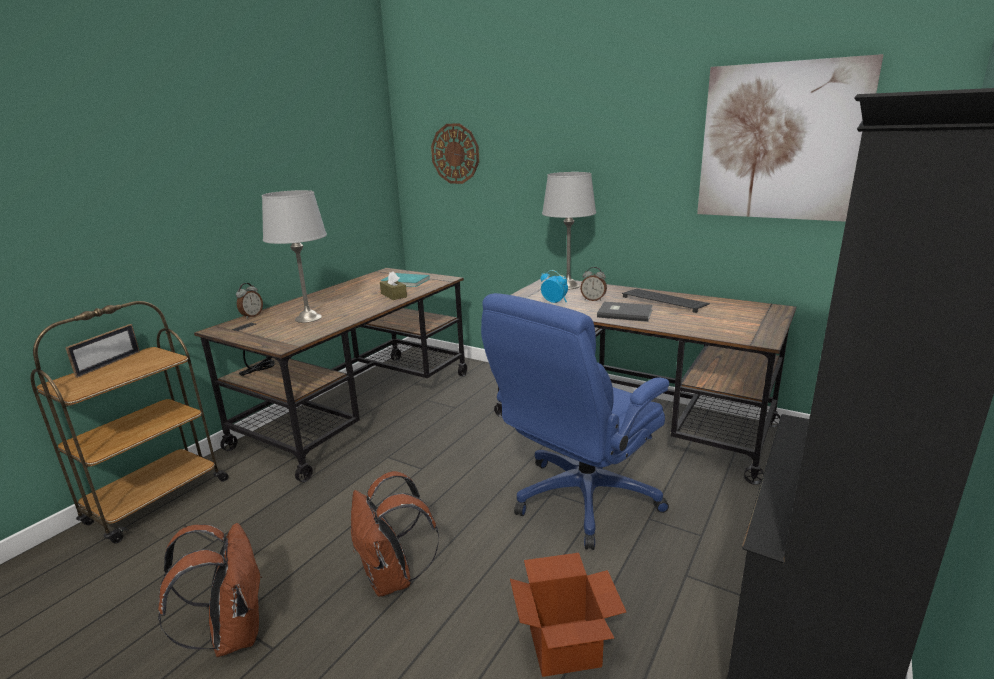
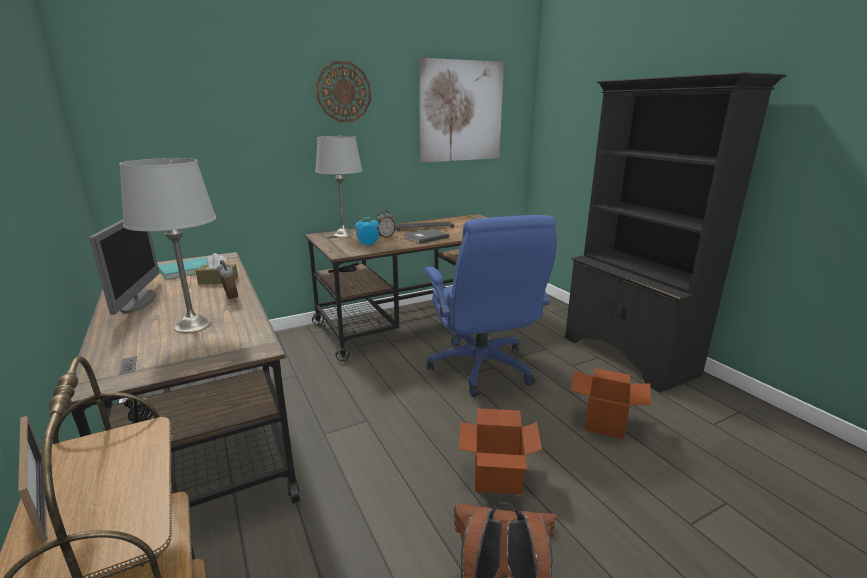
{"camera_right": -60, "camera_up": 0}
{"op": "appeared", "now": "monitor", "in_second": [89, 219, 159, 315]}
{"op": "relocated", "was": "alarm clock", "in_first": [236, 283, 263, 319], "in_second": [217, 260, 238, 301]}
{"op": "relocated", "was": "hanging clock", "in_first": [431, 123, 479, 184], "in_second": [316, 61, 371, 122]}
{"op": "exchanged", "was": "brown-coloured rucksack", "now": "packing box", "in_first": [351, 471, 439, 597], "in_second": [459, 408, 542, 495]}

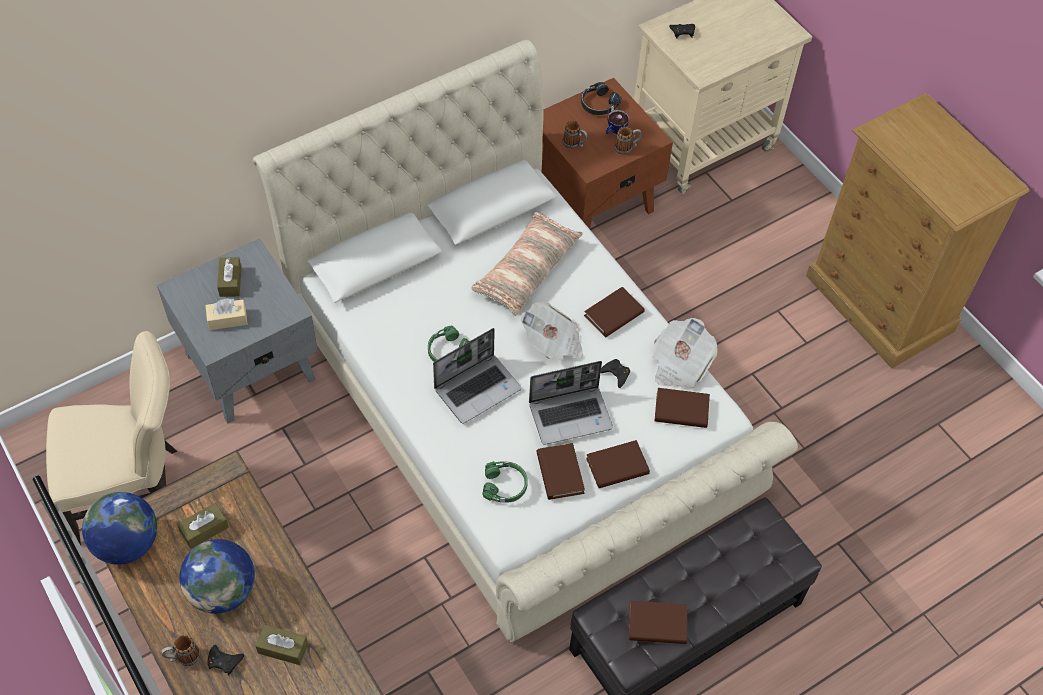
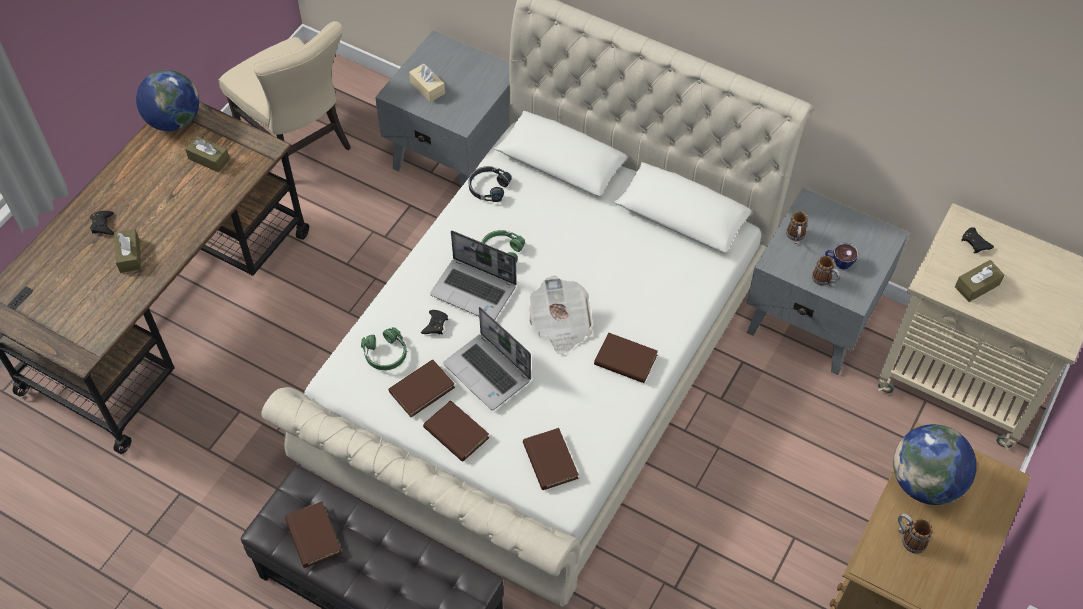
{"camera_right": 65, "camera_up": 0}
{"op": "relocated", "was": "blackish joypad", "in_first": [601, 359, 630, 388], "in_second": [421, 310, 448, 334]}
{"op": "relocated", "was": "blackish pair of headphones", "in_first": [581, 82, 622, 115], "in_second": [468, 166, 512, 202]}
{"op": "colour", "was": "brown-coloured night table", "now": "greyish night table", "in_first": [542, 78, 673, 229], "in_second": [746, 188, 908, 375]}
{"op": "relocated", "was": "globe", "in_first": [180, 539, 255, 614], "in_second": [893, 424, 977, 505]}
{"op": "relocated", "was": "coffee mug", "in_first": [161, 635, 200, 666], "in_second": [898, 513, 933, 554]}
{"op": "relocated", "was": "brown-coloured tissue holder", "in_first": [217, 257, 241, 297], "in_second": [955, 260, 1005, 302]}
{"op": "missing", "was": "pillow", "in_first": [472, 212, 583, 316]}
{"op": "missing", "was": "daily paper", "in_first": [653, 318, 718, 388]}

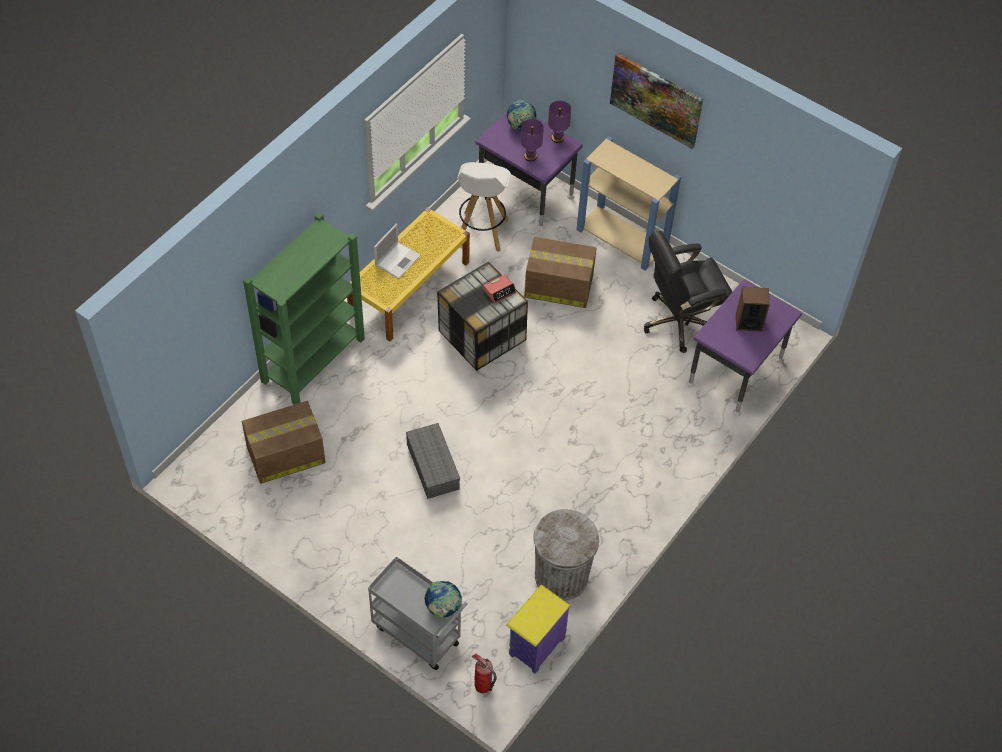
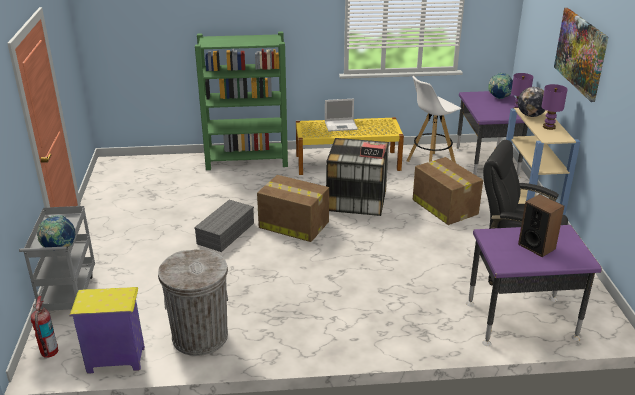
{"camera_right": 50, "camera_up": -25}
{"op": "relocated", "was": "packing box", "in_first": [242, 401, 326, 484], "in_second": [257, 175, 329, 242]}
{"op": "appeared", "now": "globe", "in_second": [518, 87, 546, 117]}
{"op": "relocated", "was": "purplish table lamp", "in_first": [520, 119, 544, 162], "in_second": [541, 84, 568, 130]}

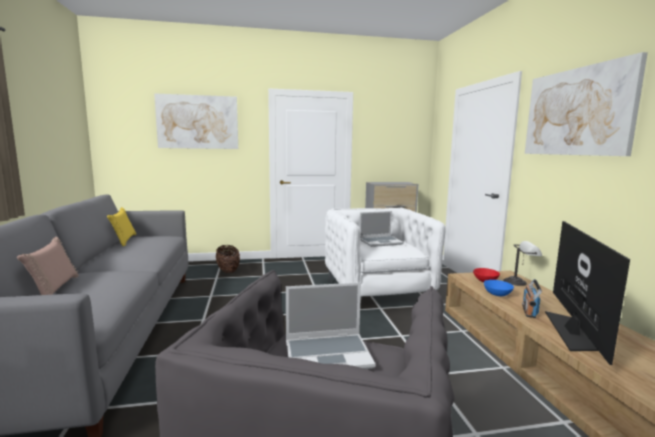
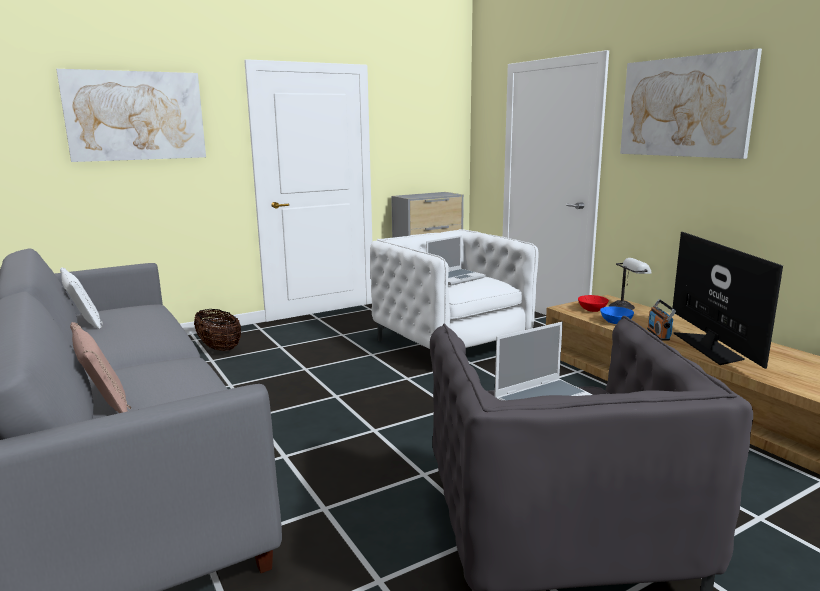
{"camera_right": -20, "camera_up": 5}
{"op": "colour", "was": "yellow pillow", "now": "white pillow", "in_first": [107, 207, 136, 246], "in_second": [60, 267, 103, 329]}

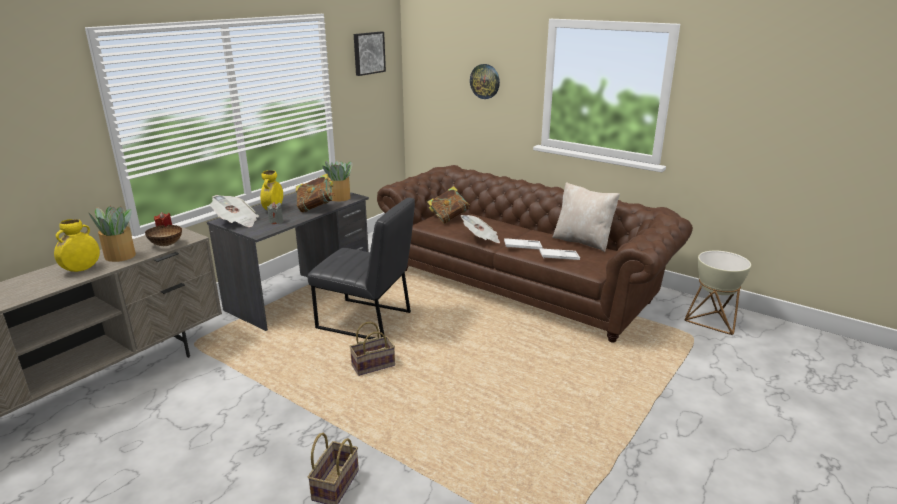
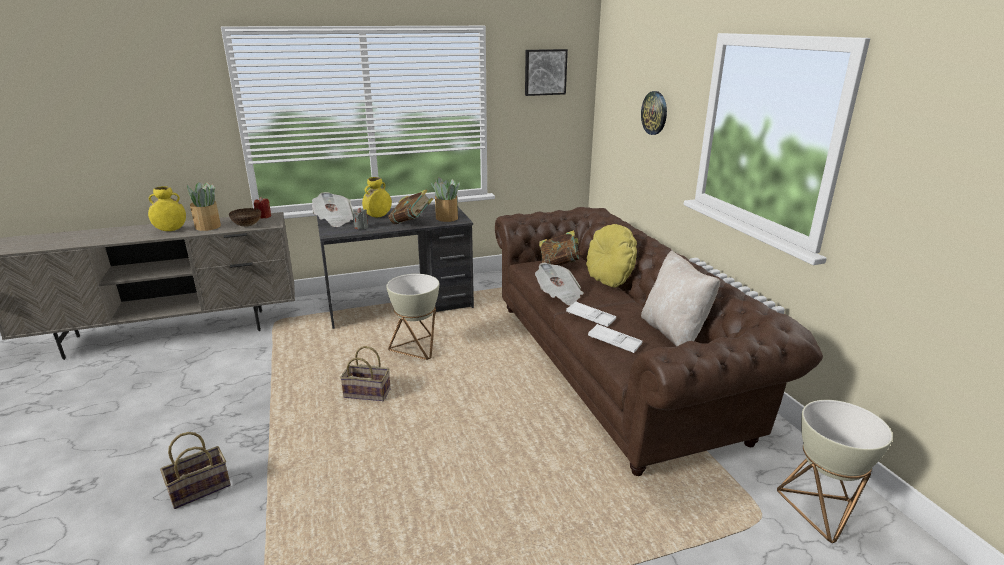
{"camera_right": 35, "camera_up": 0}
{"op": "exchanged", "was": "greyish upright chair", "now": "flower pot", "in_first": [308, 198, 415, 339], "in_second": [386, 274, 439, 360]}
{"op": "appeared", "now": "yellow pillow", "in_second": [586, 224, 637, 288]}

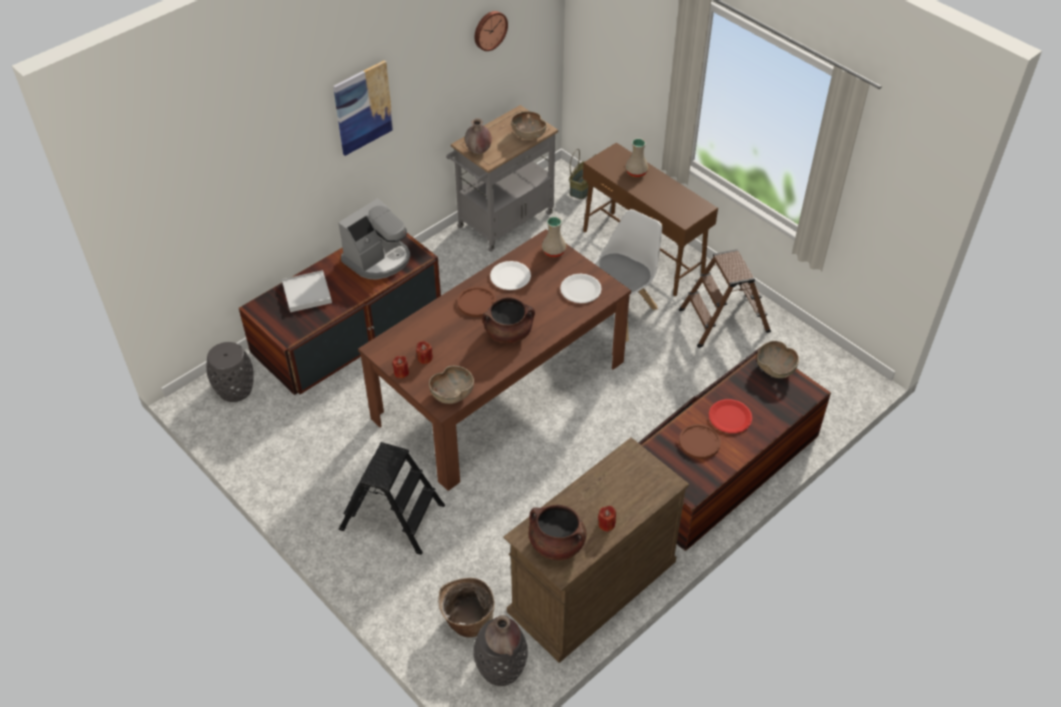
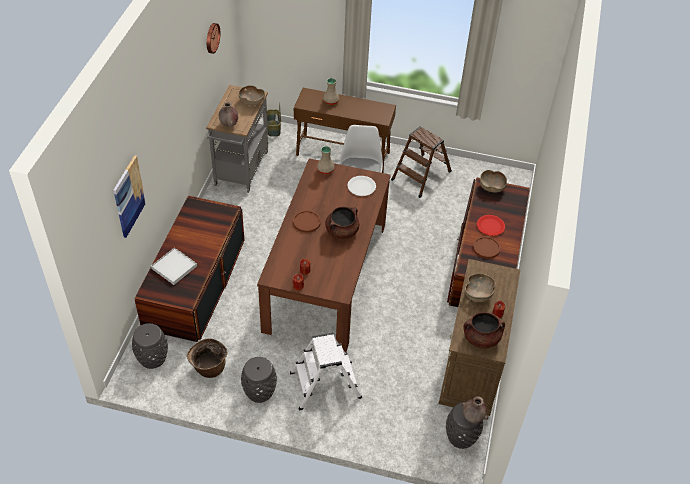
{"camera_right": -35, "camera_up": 0}
{"op": "relocated", "was": "wall art", "in_first": [333, 60, 394, 156], "in_second": [113, 155, 146, 238]}
{"op": "relocated", "was": "storage basket", "in_first": [438, 578, 495, 638], "in_second": [187, 338, 228, 378]}
{"op": "appeared", "now": "greyish stool seat", "in_second": [241, 357, 277, 403]}
{"op": "colour", "was": "blackish step ladder", "now": "white step ladder", "in_first": [339, 442, 445, 555], "in_second": [290, 333, 362, 410]}
{"op": "relocated", "was": "brown-coloured serving bowl", "in_first": [429, 366, 474, 404], "in_second": [465, 273, 495, 302]}
{"op": "missing", "was": "coffee machine", "in_first": [338, 198, 411, 280]}
{"op": "missing", "was": "white flat dish", "in_first": [490, 261, 531, 290]}

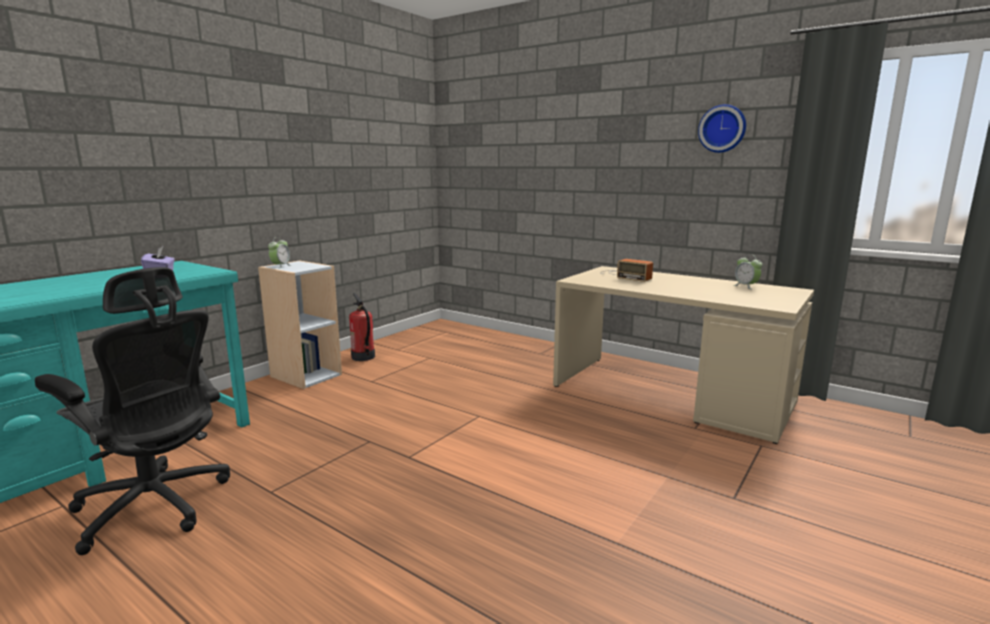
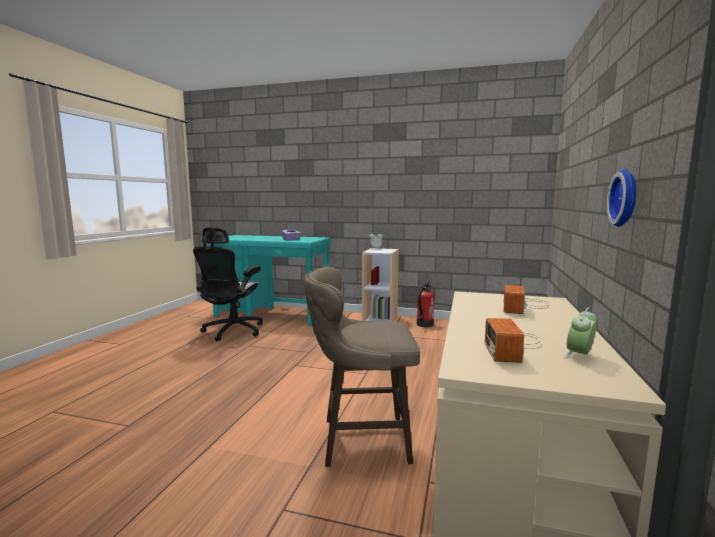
{"camera_right": 70, "camera_up": -5}
{"op": "appeared", "now": "sand-coloured stool seat", "in_second": [304, 266, 420, 467]}
{"op": "appeared", "now": "radio set", "in_second": [485, 318, 542, 363]}
{"op": "relocated", "was": "hanging clock", "in_first": [698, 104, 746, 153], "in_second": [607, 169, 636, 227]}

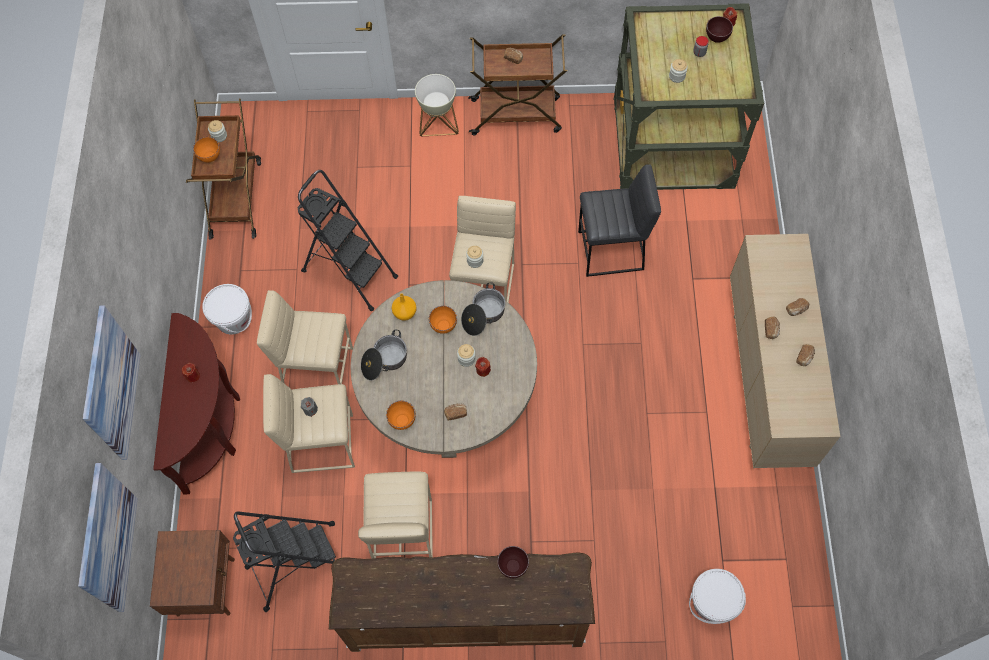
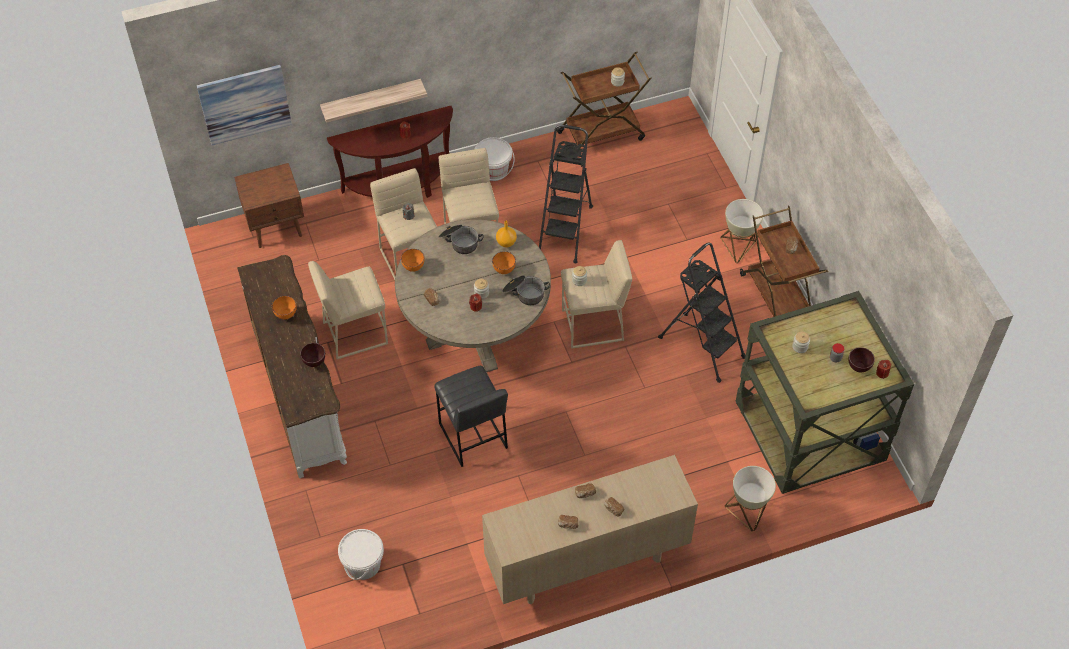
{"camera_right": 70, "camera_up": -10}
{"op": "relocated", "was": "orange-coloured serving bowl", "in_first": [193, 137, 220, 162], "in_second": [272, 296, 297, 319]}
{"op": "appeared", "now": "bracket shelf", "in_second": [320, 79, 427, 123]}
{"op": "relocated", "was": "greyish stool seat", "in_first": [578, 164, 661, 277], "in_second": [434, 366, 508, 467]}
{"op": "relocated", "was": "step ladder", "in_first": [233, 511, 336, 612], "in_second": [658, 243, 746, 383]}
{"op": "appeared", "now": "flower pot", "in_second": [725, 466, 776, 531]}
{"op": "missing", "was": "wall art", "in_first": [83, 306, 140, 460]}

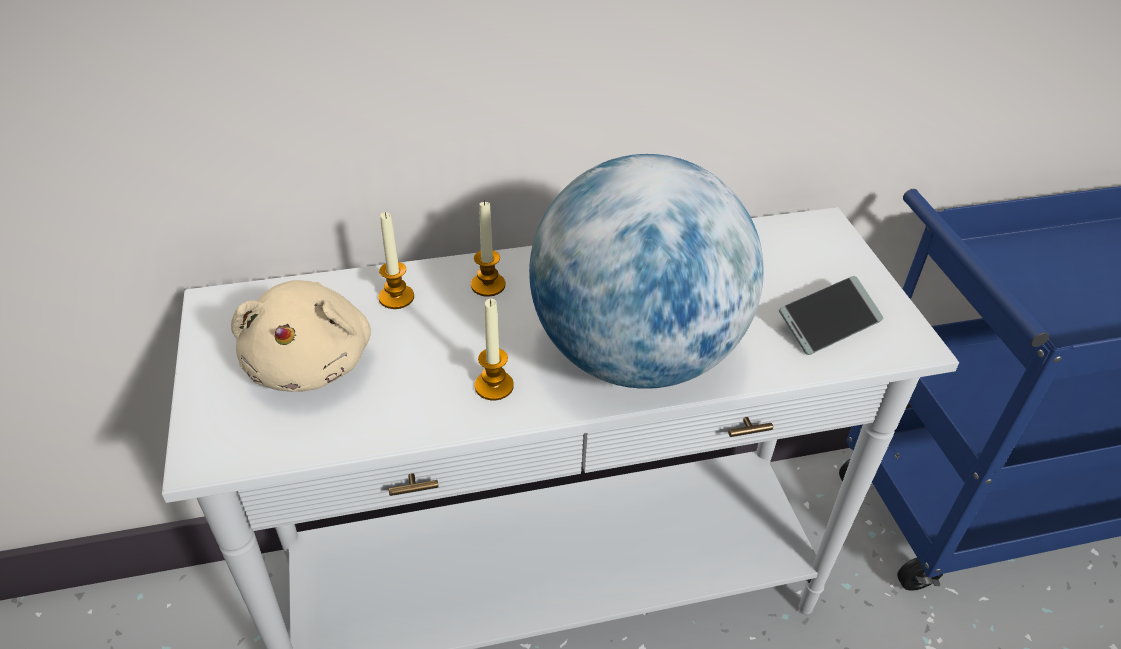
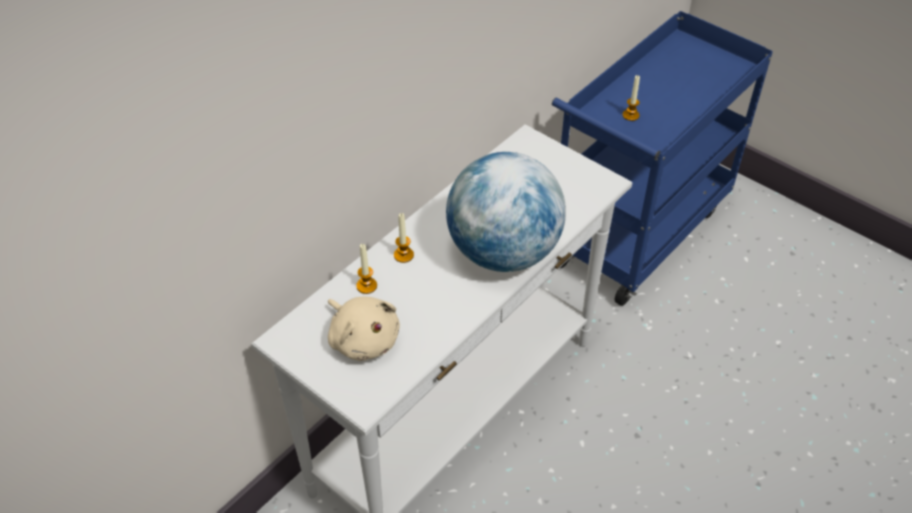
{"camera_right": -35, "camera_up": 5}
{"op": "relocated", "was": "wax candle", "in_first": [475, 298, 514, 400], "in_second": [623, 75, 640, 121]}
{"op": "missing", "was": "handset", "in_first": [779, 276, 883, 355]}

